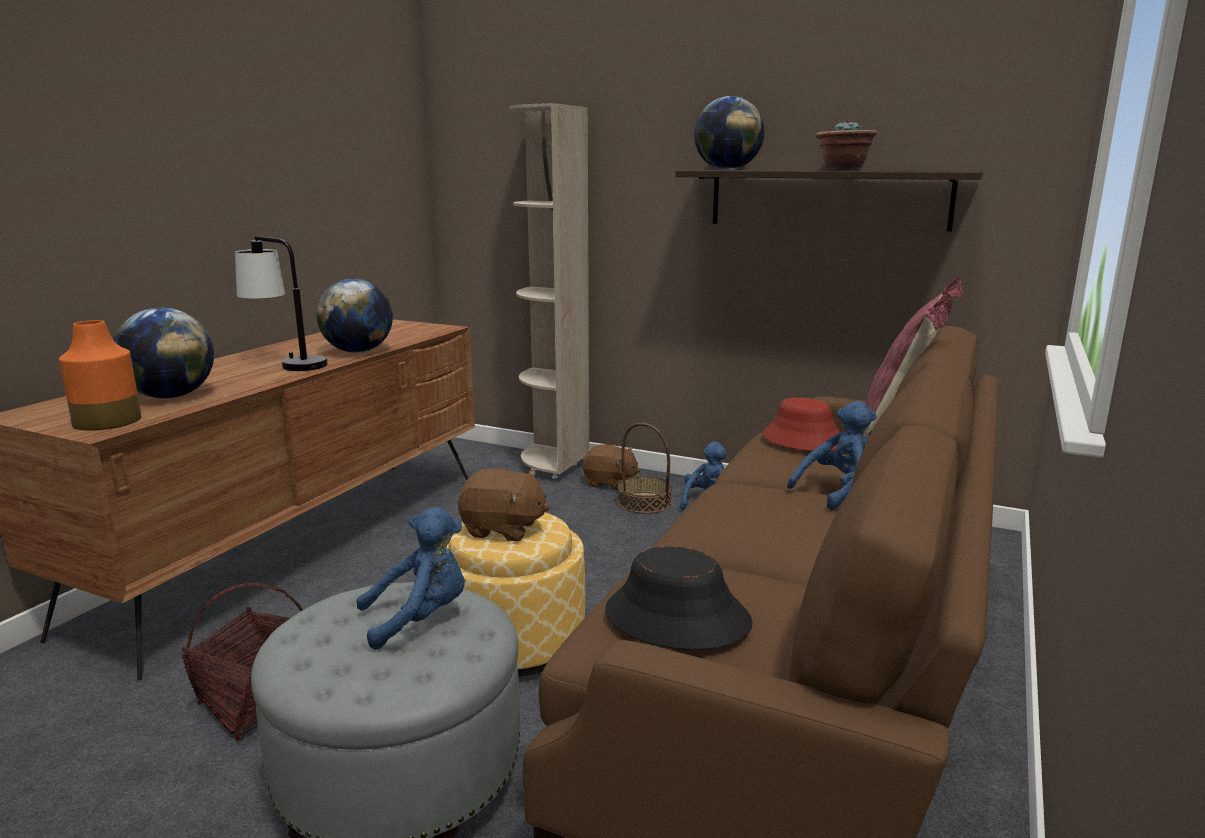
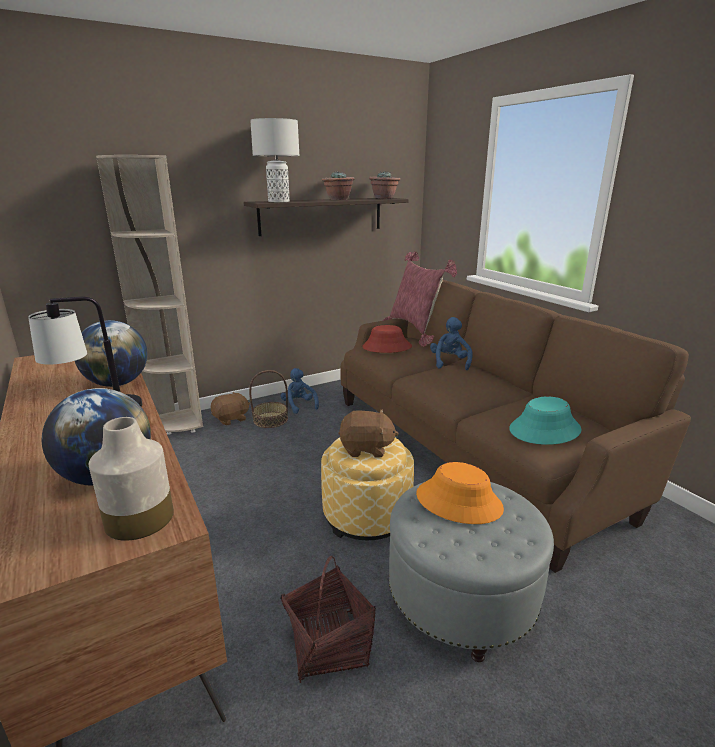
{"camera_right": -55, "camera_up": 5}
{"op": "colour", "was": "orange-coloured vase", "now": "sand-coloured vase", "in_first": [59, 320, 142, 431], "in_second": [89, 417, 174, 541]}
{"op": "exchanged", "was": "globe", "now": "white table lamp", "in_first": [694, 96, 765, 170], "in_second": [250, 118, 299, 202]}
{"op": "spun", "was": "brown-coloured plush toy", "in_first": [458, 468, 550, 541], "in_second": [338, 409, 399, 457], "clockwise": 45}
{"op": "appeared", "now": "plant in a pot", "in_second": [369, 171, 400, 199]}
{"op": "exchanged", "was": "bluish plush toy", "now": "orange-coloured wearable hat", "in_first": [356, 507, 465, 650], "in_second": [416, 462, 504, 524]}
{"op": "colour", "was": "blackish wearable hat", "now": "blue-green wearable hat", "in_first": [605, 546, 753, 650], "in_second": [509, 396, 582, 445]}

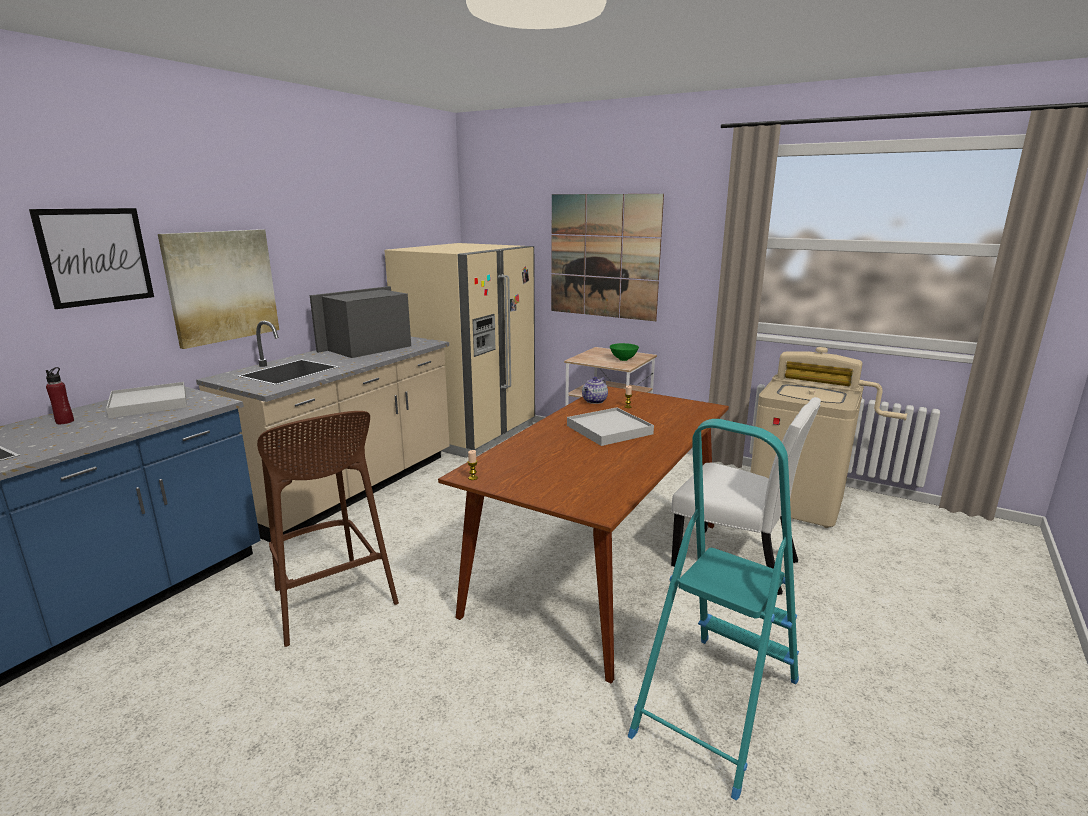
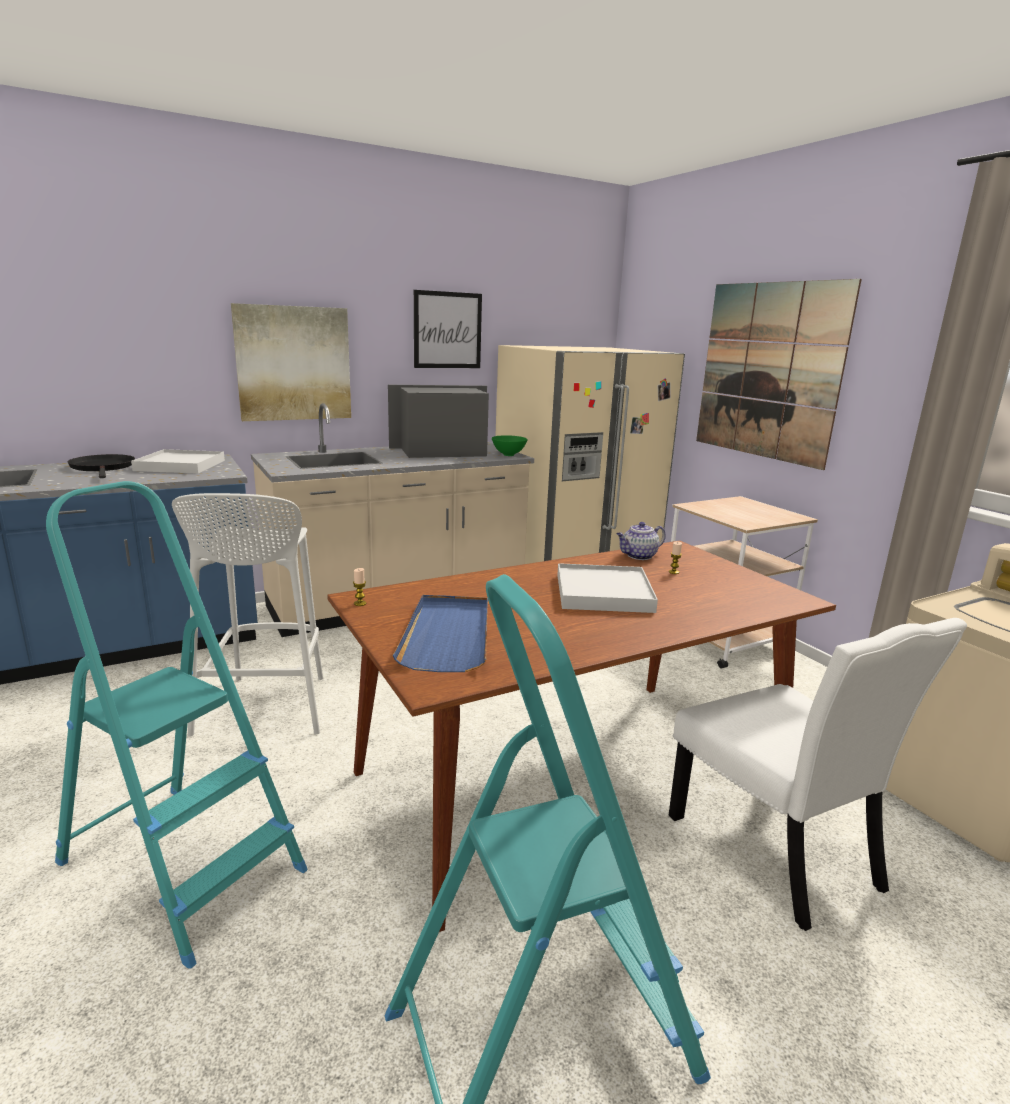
{"camera_right": 30, "camera_up": 0}
{"op": "appeared", "now": "blue-green step ladder", "in_second": [46, 481, 308, 969]}
{"op": "exchanged", "was": "red-coloured drink bottle", "now": "blackish pan", "in_first": [46, 367, 74, 424], "in_second": [68, 454, 135, 478]}
{"op": "colour", "was": "brown-coloured stool seat", "now": "white stool seat", "in_first": [257, 411, 399, 647], "in_second": [172, 493, 323, 736]}
{"op": "appeared", "now": "bluish serving tray", "in_second": [393, 595, 488, 672]}
{"op": "relocated", "was": "wall art", "in_first": [29, 208, 154, 309], "in_second": [414, 290, 482, 368]}
{"op": "relocated", "was": "green-coloured serving bowl", "in_first": [610, 343, 639, 361], "in_second": [492, 435, 528, 456]}

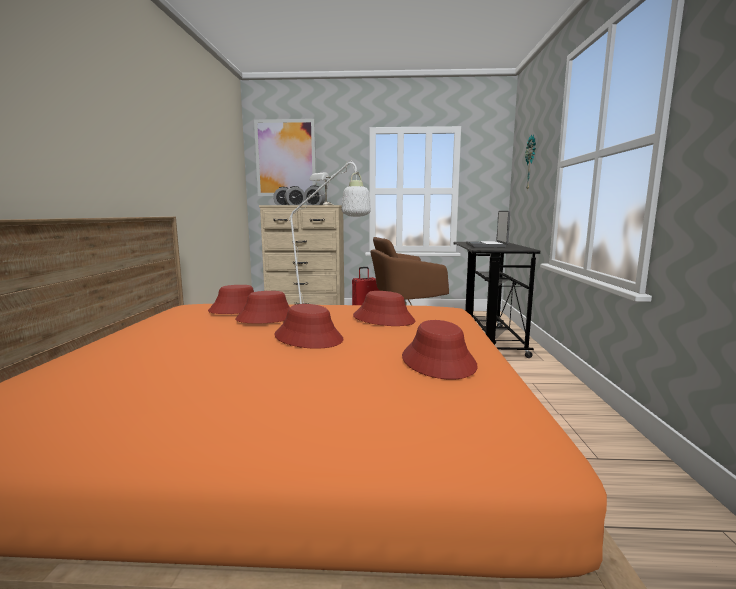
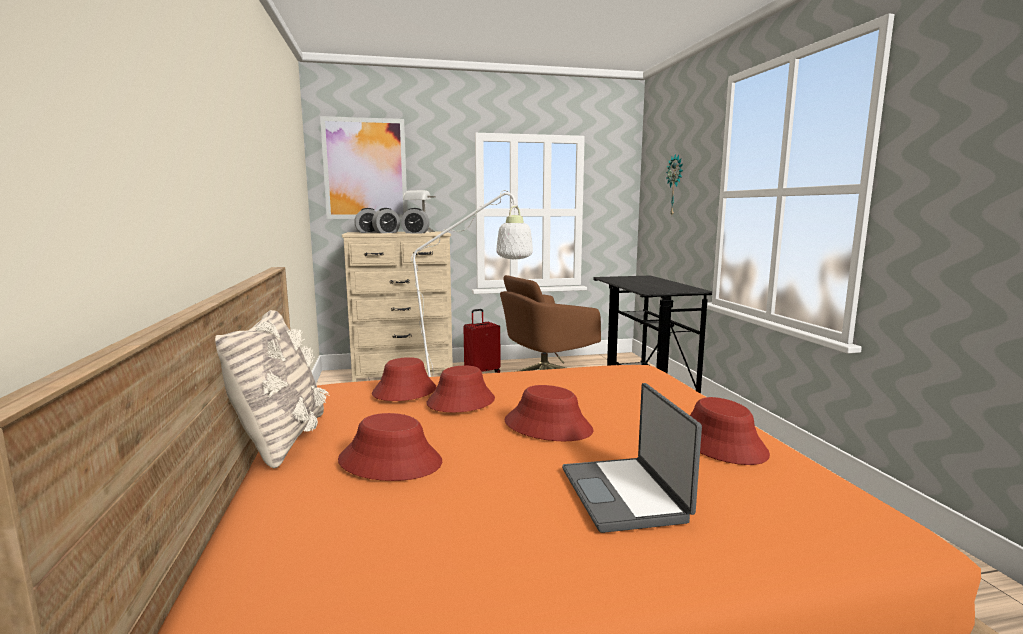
{"camera_right": -15, "camera_up": 0}
{"op": "appeared", "now": "sand-coloured pillow", "in_second": [215, 310, 330, 468]}
{"op": "relocated", "was": "red-coloured wearable hat", "in_first": [353, 291, 415, 326], "in_second": [338, 413, 442, 481]}
{"op": "relocated", "was": "notebook computer", "in_first": [466, 211, 510, 248], "in_second": [562, 383, 702, 533]}

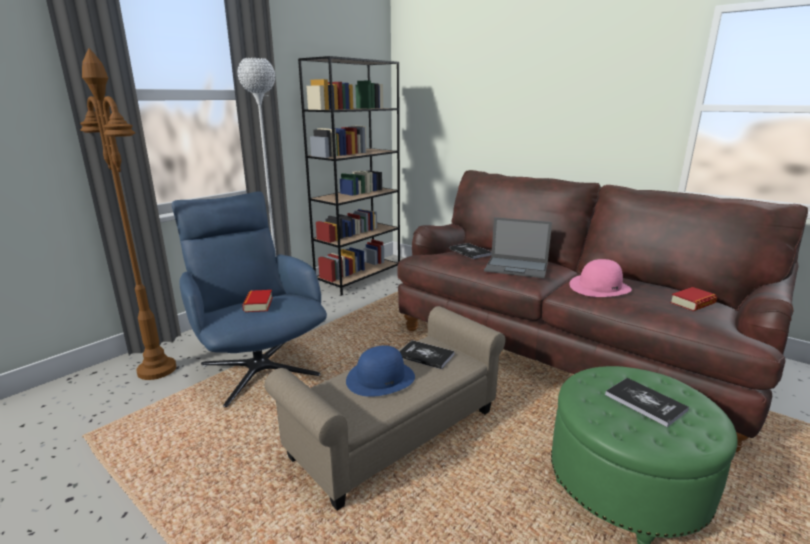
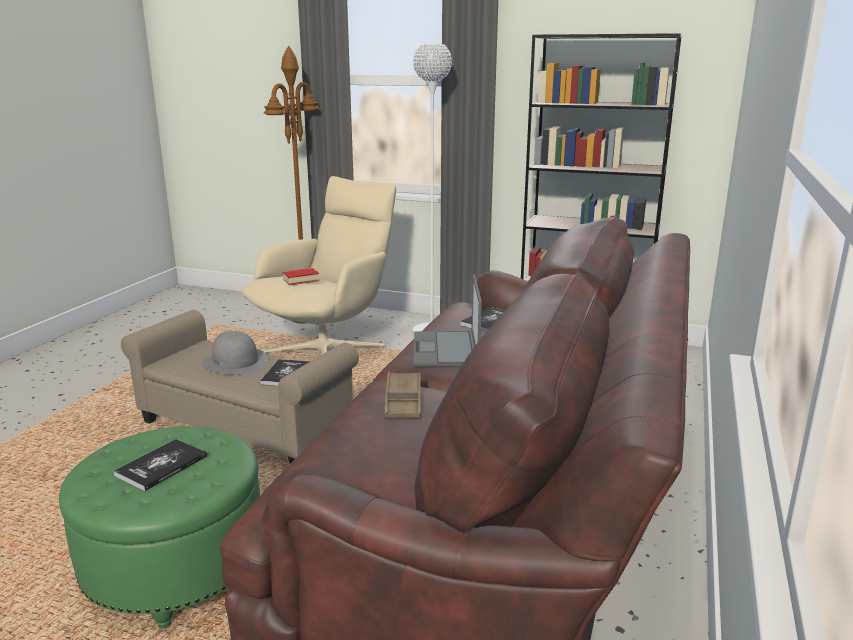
{"camera_right": 70, "camera_up": 0}
{"op": "colour", "was": "bluish wearable hat", "now": "greyish wearable hat", "in_first": [346, 345, 415, 397], "in_second": [202, 331, 269, 375]}
{"op": "colour", "was": "bluish lounge chair", "now": "sand-coloured lounge chair", "in_first": [172, 191, 327, 407], "in_second": [242, 176, 396, 354]}
{"op": "exchanged", "was": "pinkish wearable hat", "now": "brown-coloured serving tray", "in_first": [569, 259, 632, 297], "in_second": [384, 372, 421, 419]}
{"op": "missing", "was": "volume", "in_first": [670, 287, 717, 311]}

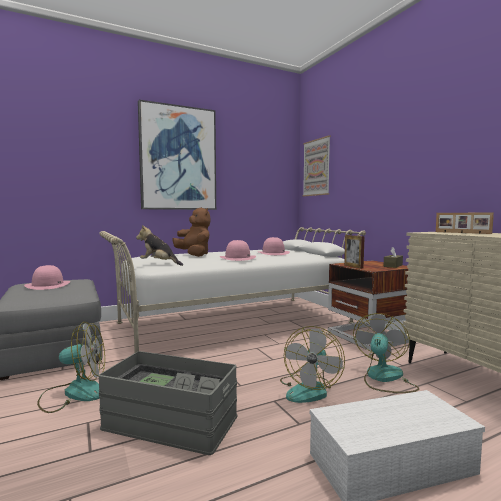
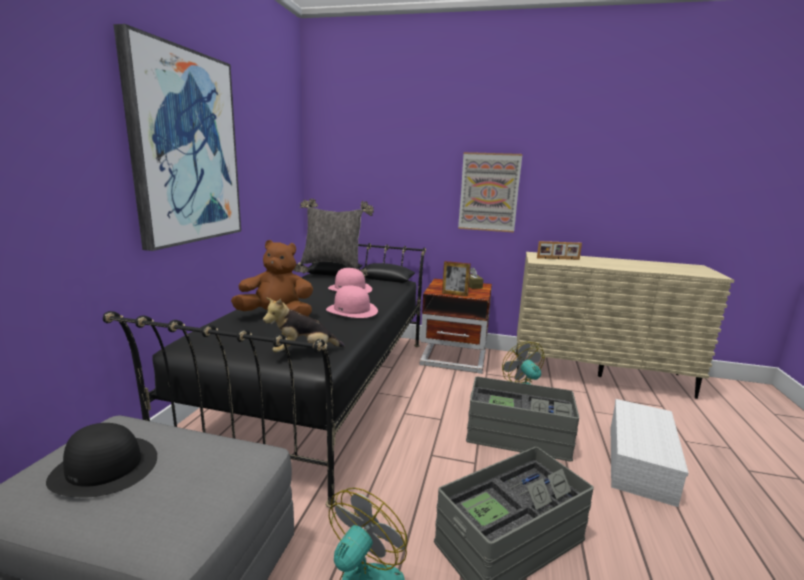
{"camera_right": -50, "camera_up": 10}
{"op": "colour", "was": "pinkish wearable hat", "now": "blackish wearable hat", "in_first": [24, 265, 70, 290], "in_second": [46, 423, 157, 497]}
{"op": "colour", "was": "white bedroom bed", "now": "blackish bedroom bed", "in_first": [100, 227, 366, 353], "in_second": [103, 243, 426, 508]}
{"op": "appeared", "now": "pillow", "in_second": [294, 199, 374, 278]}
{"op": "relocated", "was": "wall art", "in_first": [303, 135, 331, 196], "in_second": [458, 152, 522, 233]}
{"op": "exchanged", "was": "fan", "now": "greyish storage container", "in_first": [280, 326, 345, 403], "in_second": [466, 377, 579, 462]}

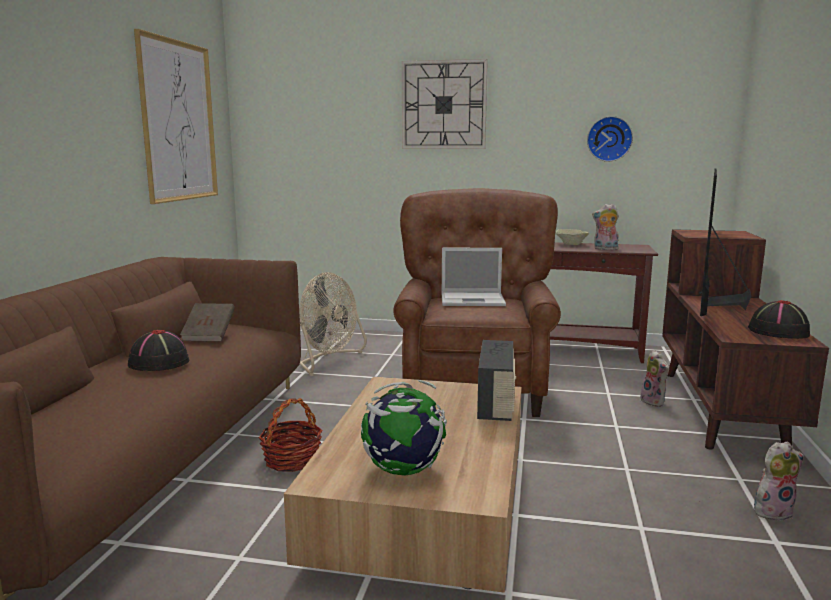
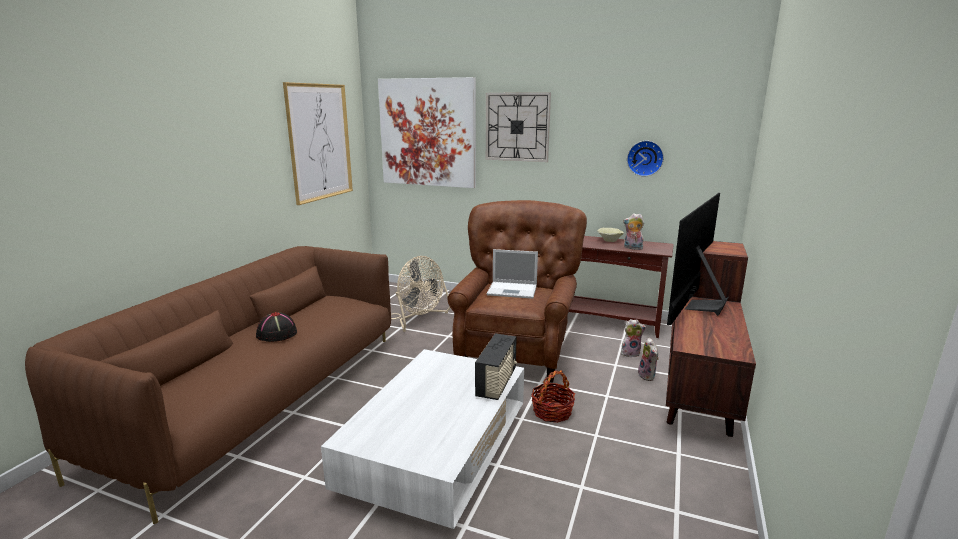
{"camera_right": 10, "camera_up": 5}
{"op": "colour", "was": "brown-coloured low table", "now": "white low table", "in_first": [284, 377, 522, 593], "in_second": [321, 349, 524, 529]}
{"op": "appeared", "now": "wall art", "in_second": [378, 77, 476, 188]}
{"op": "relocated", "was": "storage basket", "in_first": [258, 398, 322, 472], "in_second": [531, 370, 575, 423]}
{"op": "relocated", "was": "plush toy", "in_first": [754, 442, 804, 521], "in_second": [621, 319, 646, 357]}
{"op": "missing", "was": "brown-coloured volume", "in_first": [180, 303, 235, 342]}
{"op": "missing", "was": "globe", "in_first": [361, 380, 447, 476]}
{"op": "missing", "was": "blackish wearable hat", "in_first": [748, 300, 810, 339]}

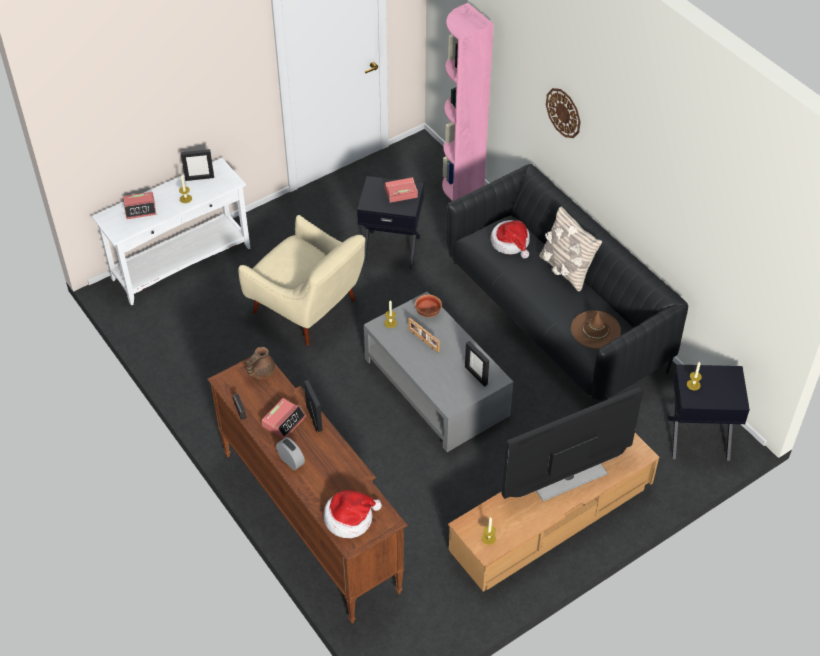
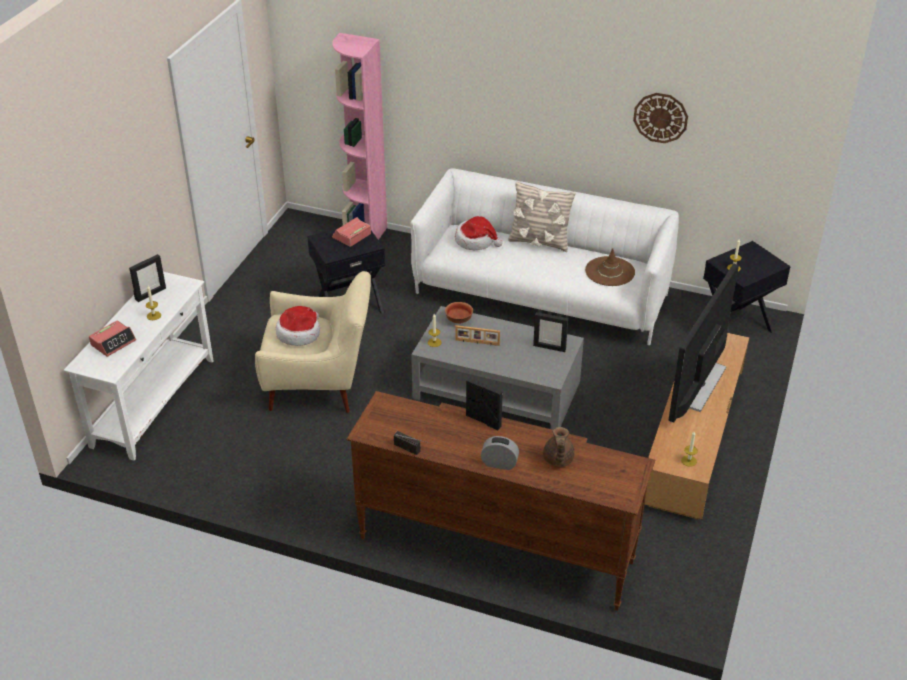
{"camera_right": -35, "camera_up": -10}
{"op": "relocated", "was": "wearable hat", "in_first": [323, 490, 382, 538], "in_second": [276, 306, 320, 346]}
{"op": "colour", "was": "blackish settee", "now": "white settee", "in_first": [446, 164, 688, 401], "in_second": [410, 168, 679, 345]}
{"op": "relocated", "was": "brown-coloured pot for tea", "in_first": [245, 347, 275, 379], "in_second": [543, 427, 574, 467]}
{"op": "relocated", "was": "hanging clock", "in_first": [546, 88, 581, 138], "in_second": [633, 93, 688, 143]}
{"op": "missing", "was": "alarm clock", "in_first": [262, 398, 306, 439]}

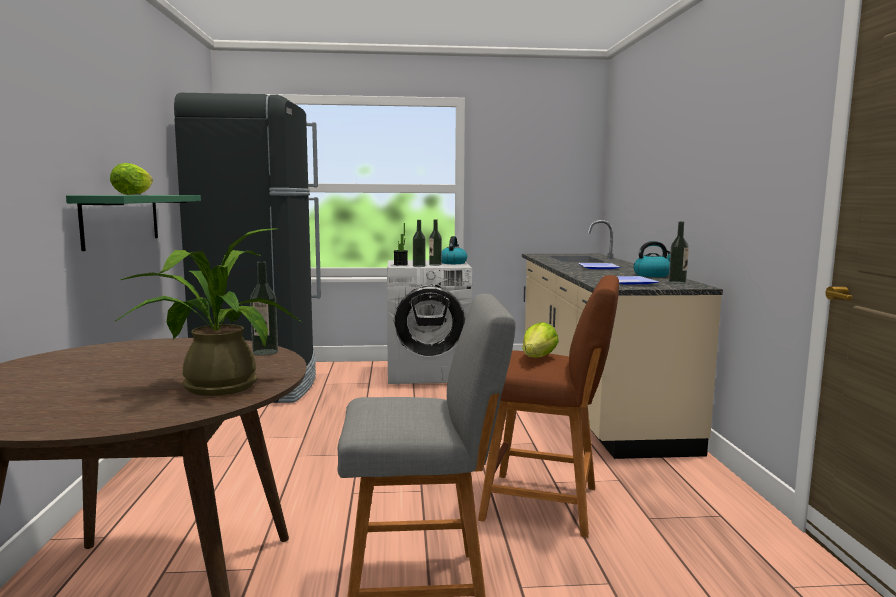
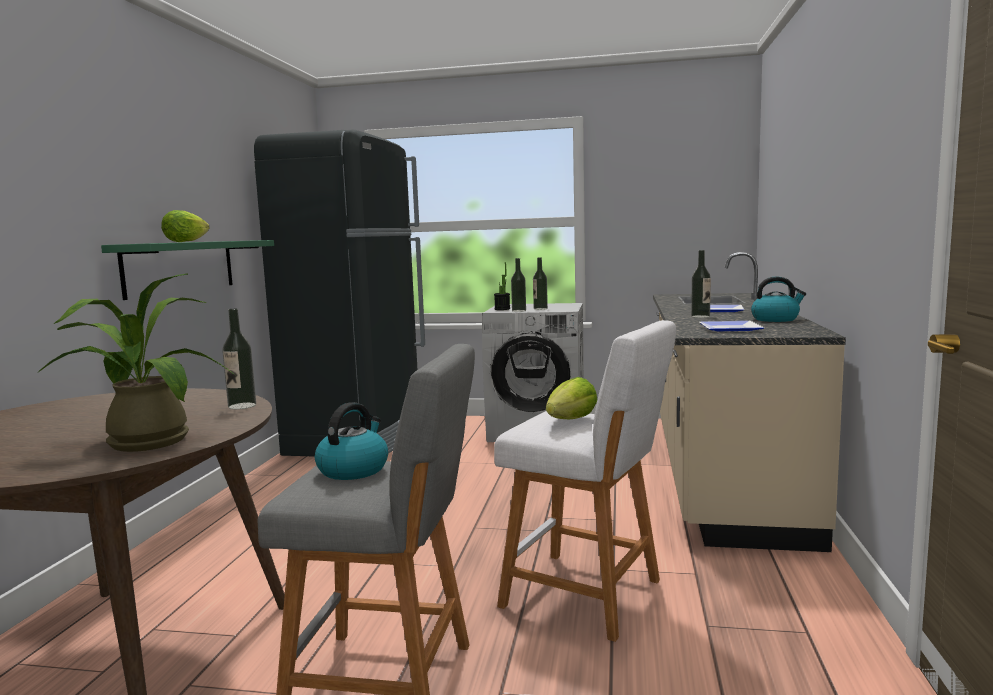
{"camera_right": 15, "camera_up": 0}
{"op": "relocated", "was": "water kettle", "in_first": [442, 236, 467, 264], "in_second": [315, 402, 388, 480]}
{"op": "colour", "was": "brown-coloured stool seat", "now": "white stool seat", "in_first": [478, 275, 619, 538], "in_second": [494, 320, 676, 642]}
{"op": "relocated", "was": "drink bottle", "in_first": [669, 222, 689, 284], "in_second": [691, 250, 711, 318]}

